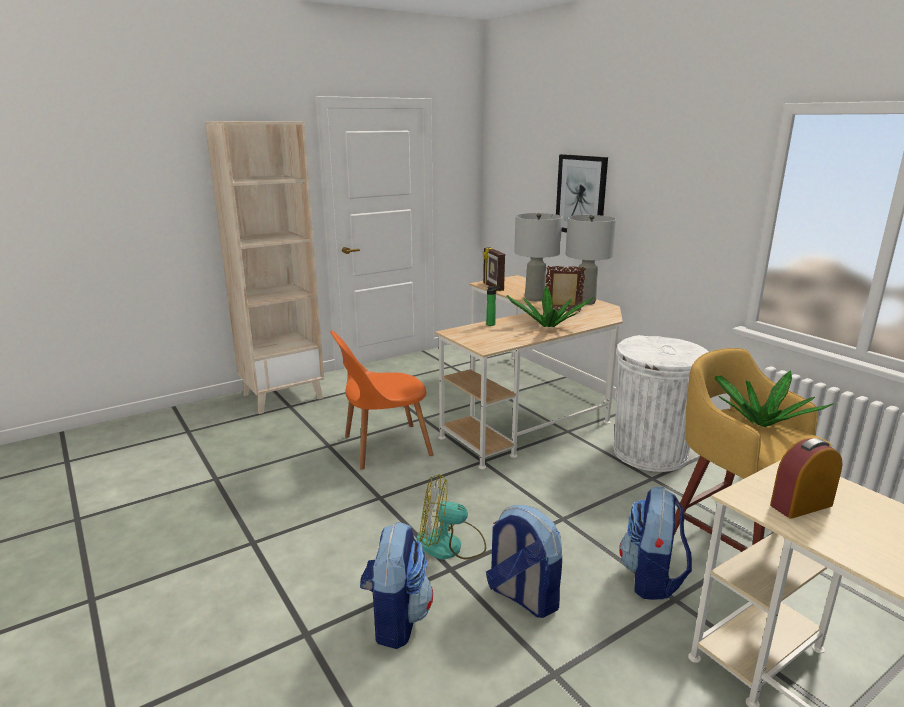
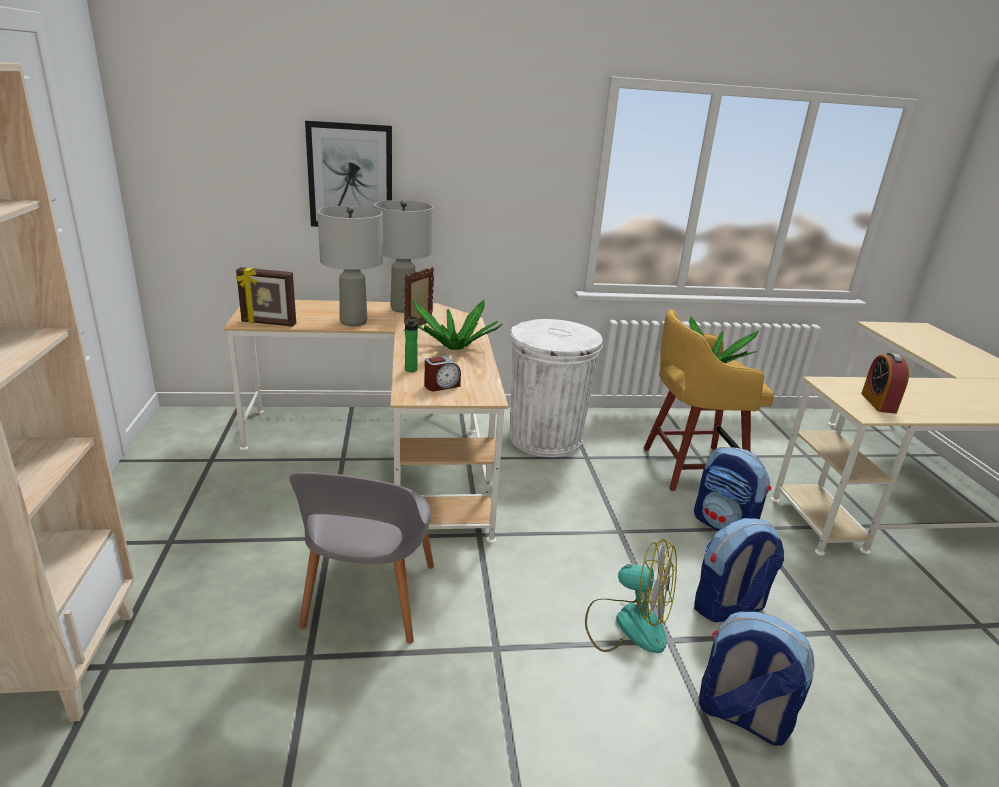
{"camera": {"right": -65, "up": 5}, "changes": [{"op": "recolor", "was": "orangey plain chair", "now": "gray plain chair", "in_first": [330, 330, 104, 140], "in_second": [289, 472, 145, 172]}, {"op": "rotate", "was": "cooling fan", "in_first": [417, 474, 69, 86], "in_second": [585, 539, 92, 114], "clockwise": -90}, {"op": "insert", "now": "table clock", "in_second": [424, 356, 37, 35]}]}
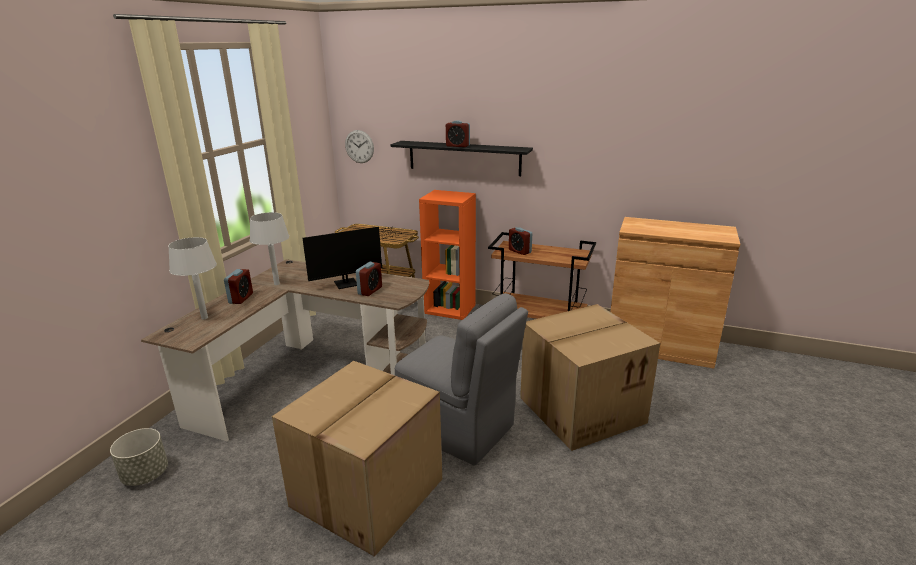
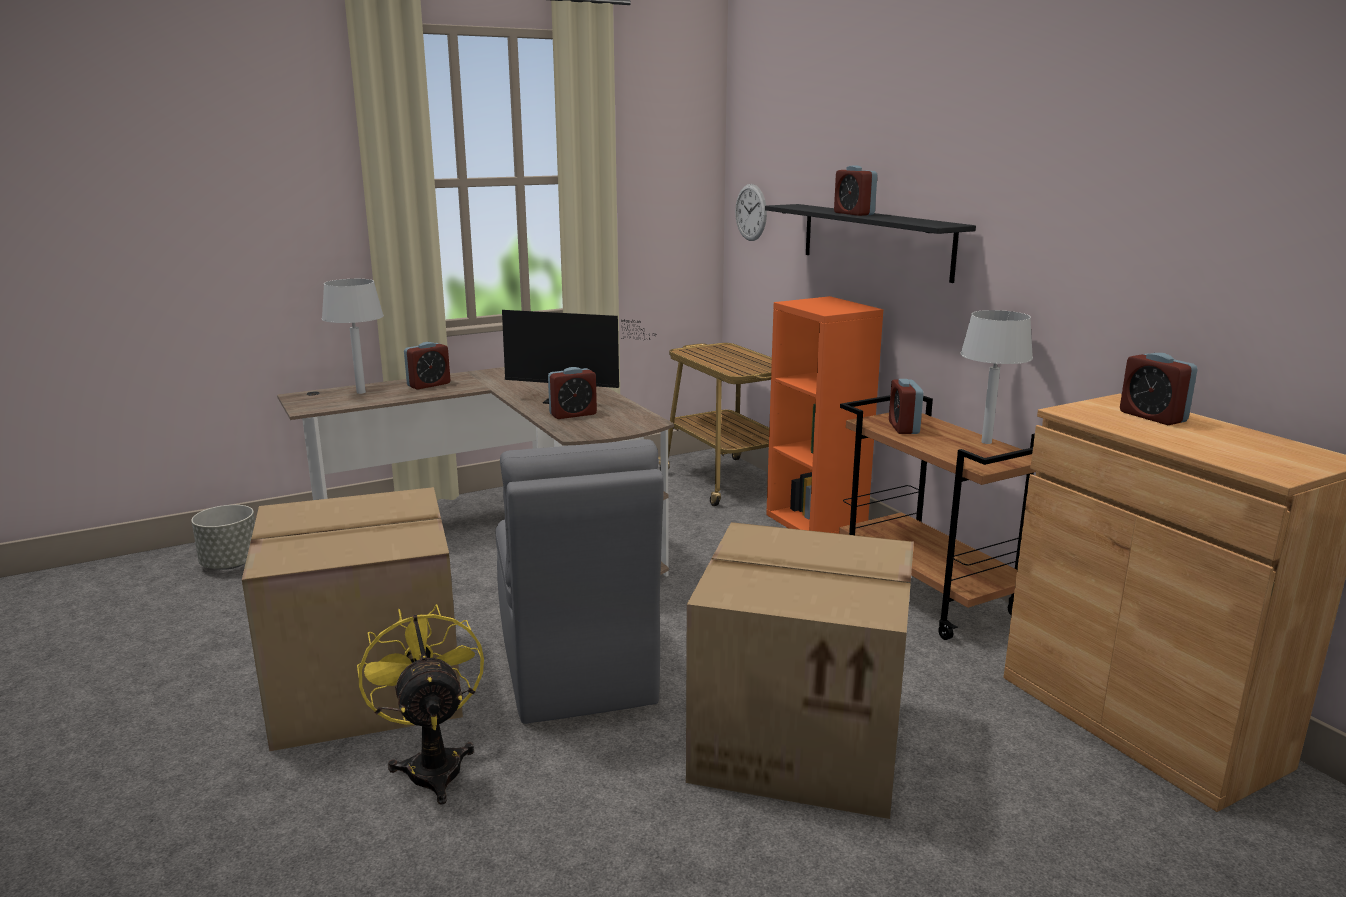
{"camera": {"right": 40, "up": -5}, "changes": [{"op": "move", "was": "gray lamp for a table", "in_first": [250, 212, 39, 73], "in_second": [960, 310, 73, 134]}, {"op": "insert", "now": "table clock", "in_second": [1120, 353, 78, 72]}, {"op": "insert", "now": "yellow cooling fan", "in_second": [357, 604, 127, 201]}]}
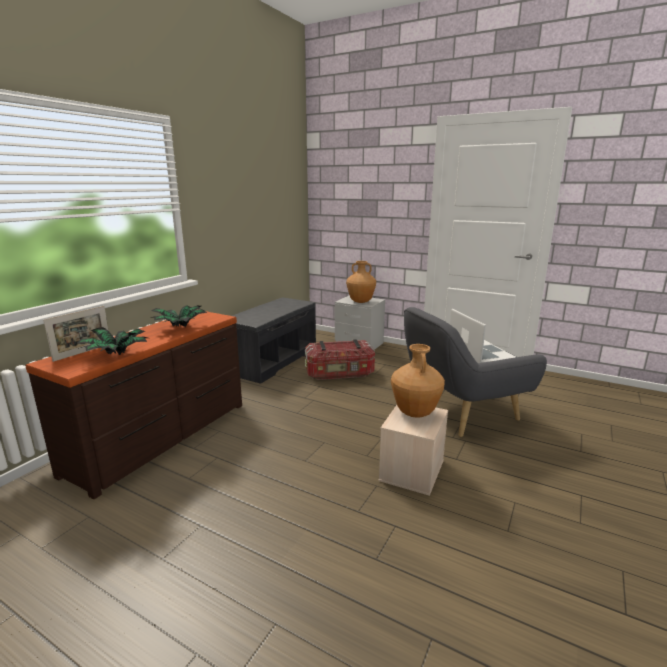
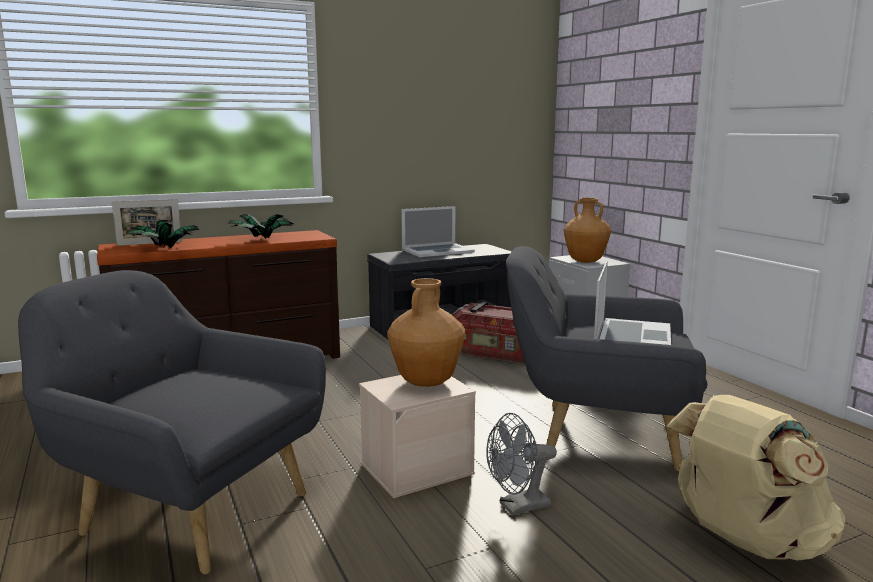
{"camera": {"right": 35, "up": -5}, "changes": [{"op": "insert", "now": "laptop", "in_second": [401, 206, 74, 51]}, {"op": "insert", "now": "gray lounge chair", "in_second": [18, 270, 308, 304]}, {"op": "insert", "now": "beige-coloured rucksack", "in_second": [666, 395, 179, 166]}, {"op": "insert", "now": "gray cooling fan", "in_second": [486, 413, 71, 103]}]}
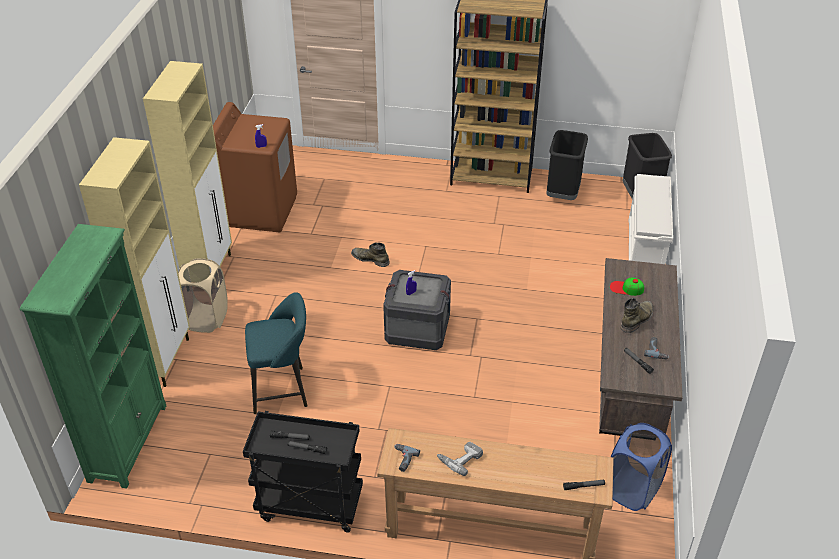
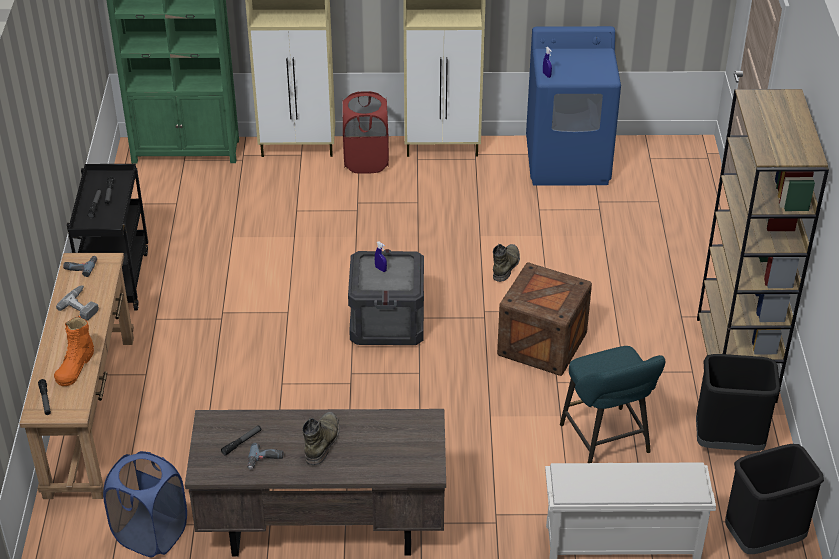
{"camera": {"right": 80, "up": 0}, "changes": [{"op": "recolor", "was": "brown laundry appliance", "now": "blue-coloured laundry appliance", "in_first": [213, 102, 84, 130], "in_second": [526, 26, 95, 160]}, {"op": "recolor", "was": "beige-coloured washing basket", "now": "red washing basket", "in_first": [178, 258, 50, 75], "in_second": [342, 91, 47, 83]}, {"op": "delete", "was": "cap", "in_first": [610, 277, 34, 19]}, {"op": "move", "was": "turquoise-coloured sitting stool", "in_first": [245, 292, 62, 122], "in_second": [560, 346, 105, 117]}, {"op": "rotate", "was": "green tall boot", "in_first": [621, 298, 33, 35], "in_second": [302, 412, 38, 53], "clockwise": -105}, {"op": "insert", "now": "shipping crate", "in_second": [497, 263, 95, 113]}, {"op": "insert", "now": "orangey tall boot", "in_second": [54, 316, 40, 70]}]}
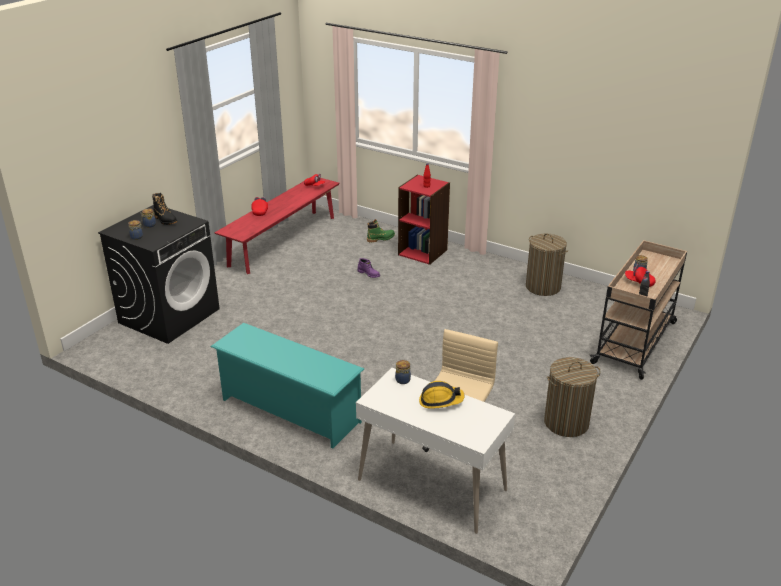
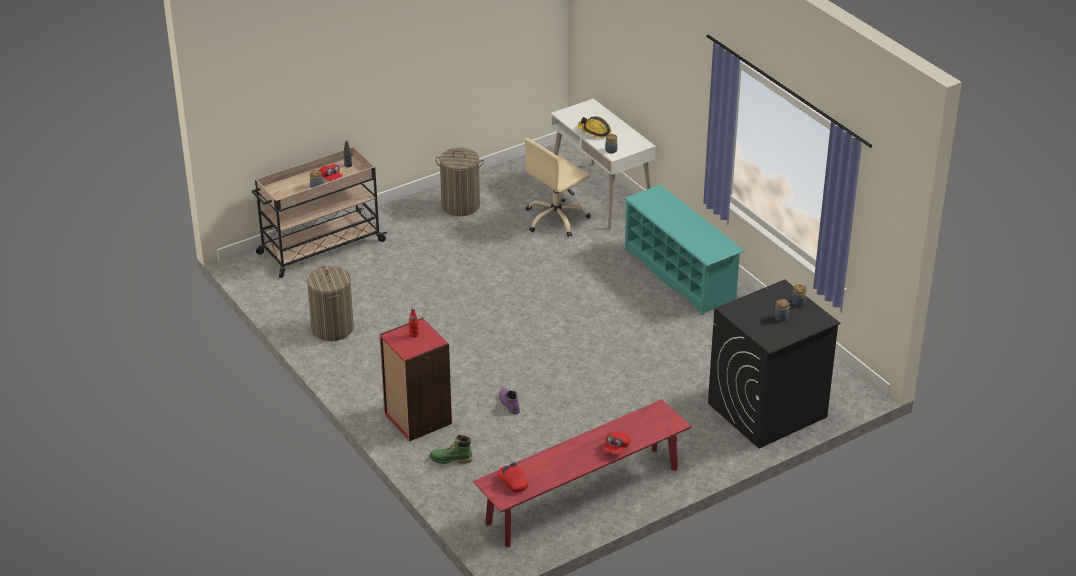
{"camera": {"right": -155, "up": 5}, "changes": [{"op": "delete", "was": "black-coloured tall boot", "in_first": [152, 193, 25, 32]}]}
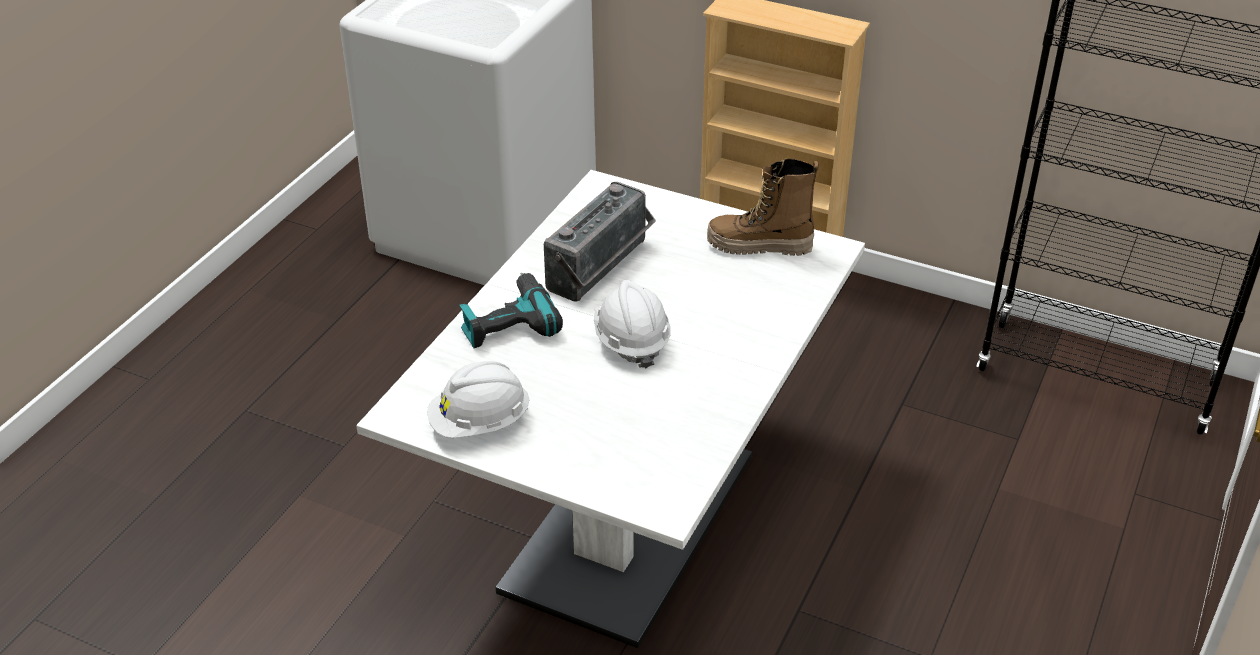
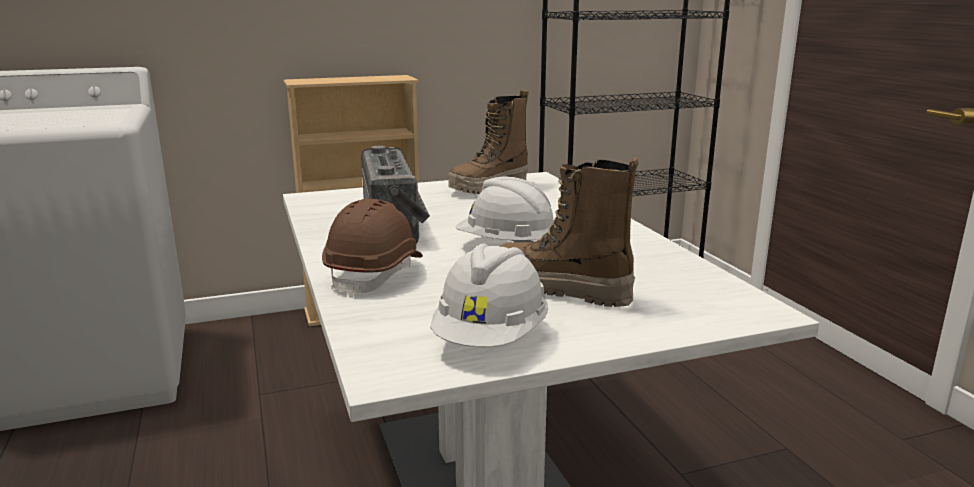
{"camera": {"right": -45, "up": -20}, "changes": [{"op": "replace", "was": "power drill", "now": "brown safety helmet", "in_first": [459, 273, 104, 75], "in_second": [322, 199, 101, 99]}, {"op": "insert", "now": "tall boot", "in_second": [500, 158, 139, 149]}]}
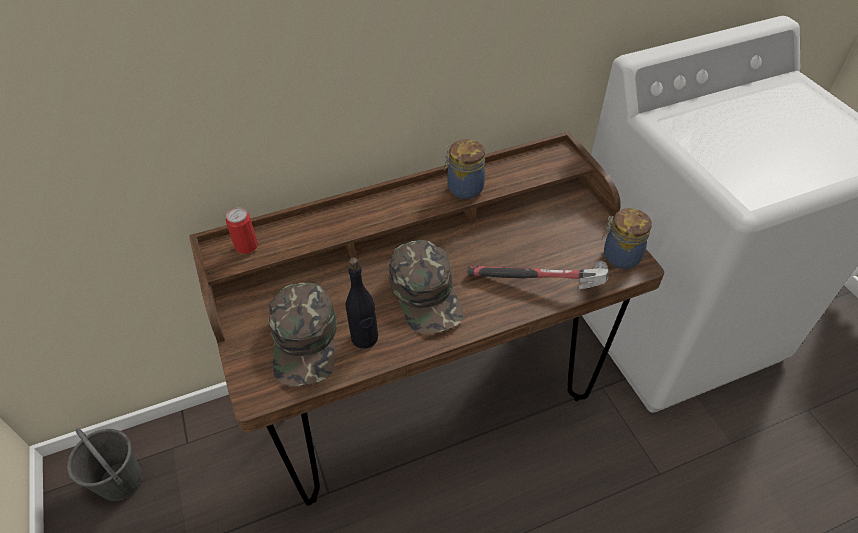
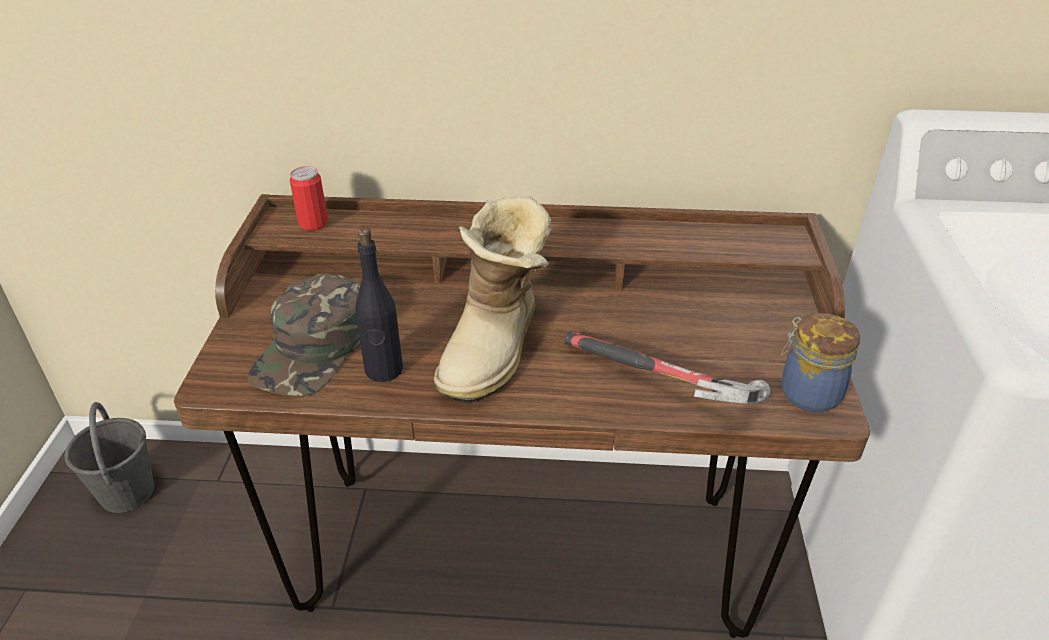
{"camera": {"right": 25, "up": -10}, "changes": [{"op": "delete", "was": "storage jar", "in_first": [444, 139, 41, 60]}, {"op": "replace", "was": "green cap", "now": "tall boot", "in_first": [389, 240, 75, 95], "in_second": [434, 197, 118, 207]}]}
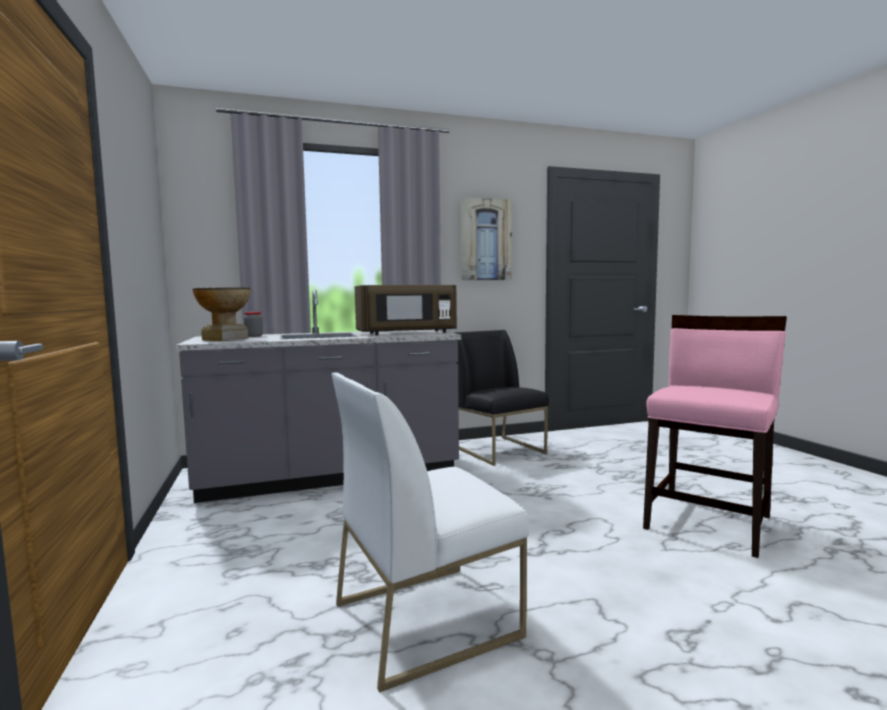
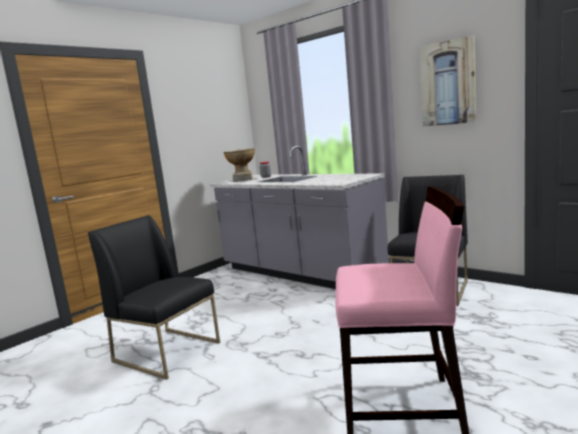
{"camera": {"right": 60, "up": 5}, "changes": [{"op": "delete", "was": "brown microwave oven", "in_first": [355, 285, 102, 50]}, {"op": "recolor", "was": "white plain chair", "now": "black-coloured plain chair", "in_first": [331, 372, 198, 320], "in_second": [88, 215, 132, 165]}]}
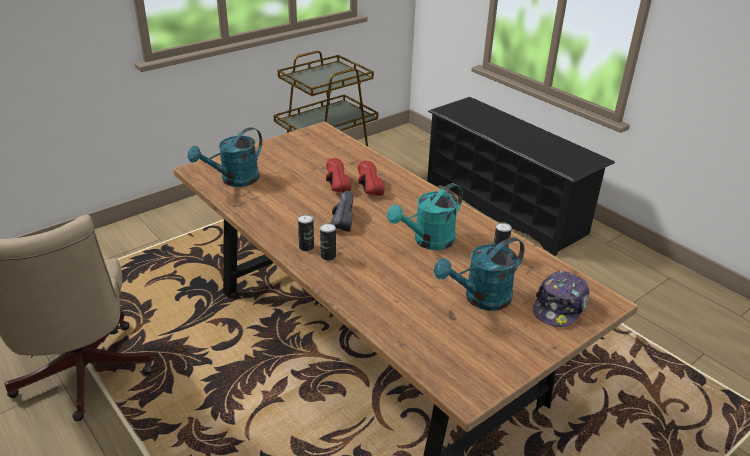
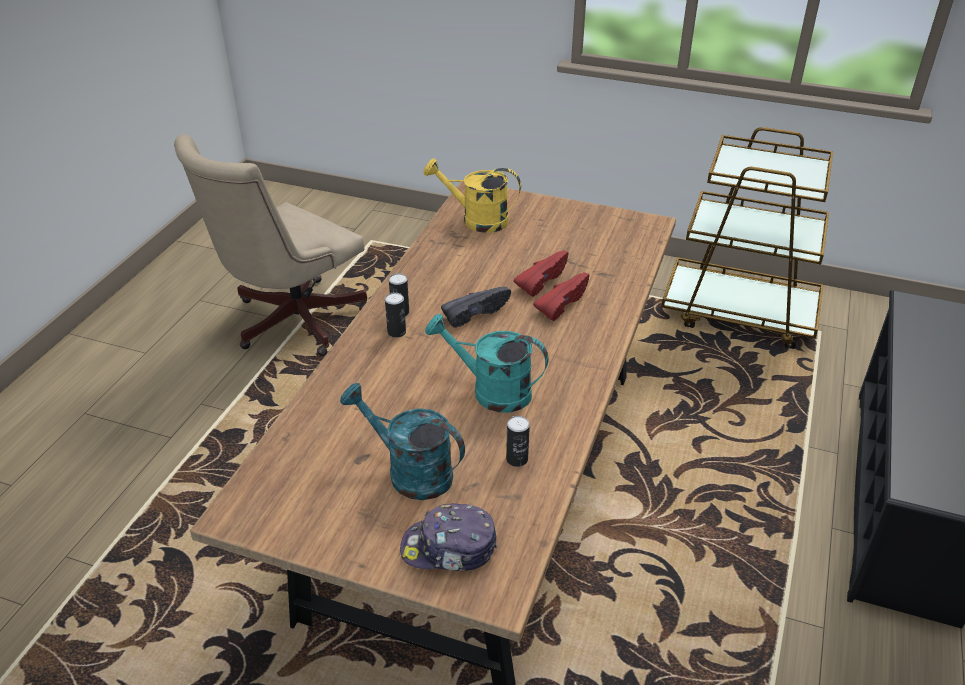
{"camera": {"right": 60, "up": 5}, "changes": [{"op": "recolor", "was": "turquoise-coloured watering can", "now": "yellow watering can", "in_first": [188, 127, 74, 60], "in_second": [423, 158, 98, 75]}]}
